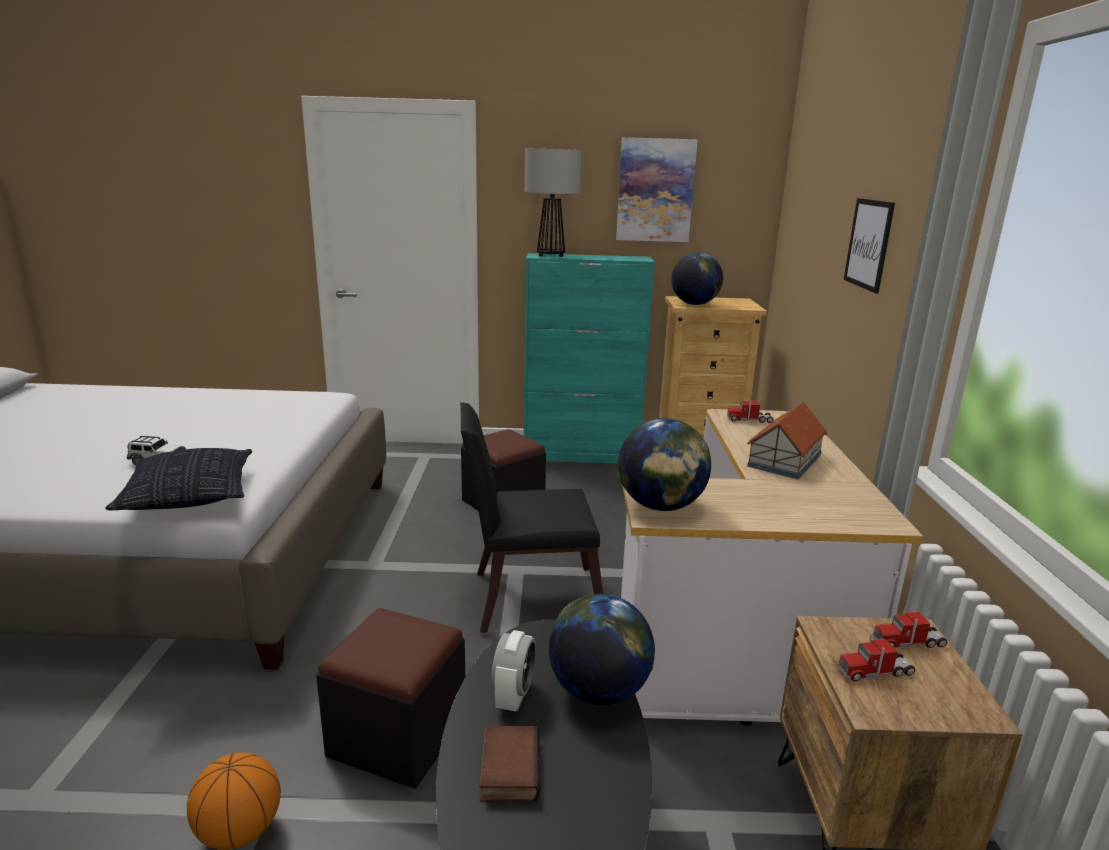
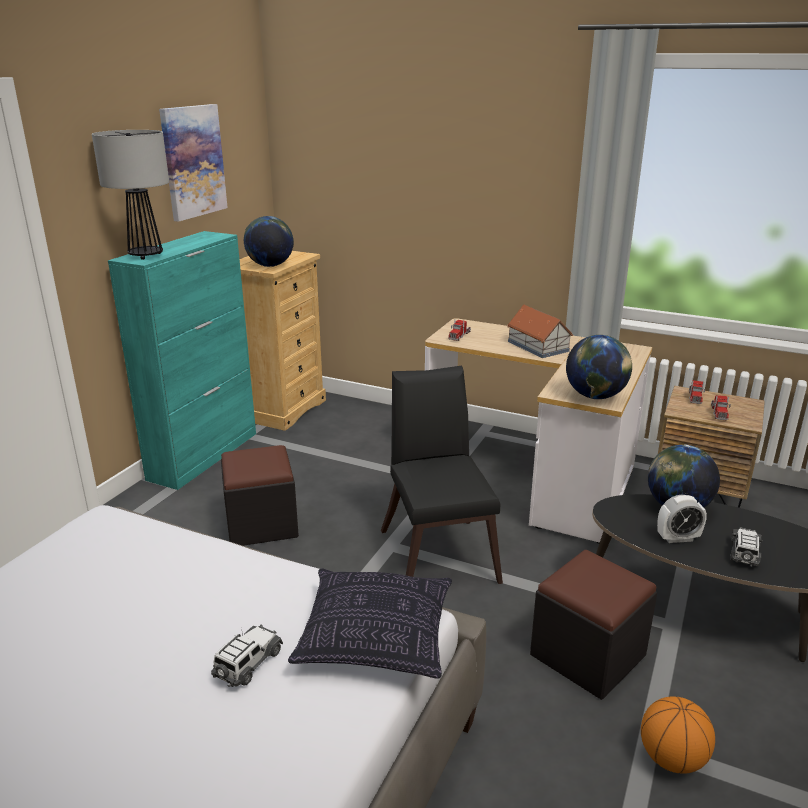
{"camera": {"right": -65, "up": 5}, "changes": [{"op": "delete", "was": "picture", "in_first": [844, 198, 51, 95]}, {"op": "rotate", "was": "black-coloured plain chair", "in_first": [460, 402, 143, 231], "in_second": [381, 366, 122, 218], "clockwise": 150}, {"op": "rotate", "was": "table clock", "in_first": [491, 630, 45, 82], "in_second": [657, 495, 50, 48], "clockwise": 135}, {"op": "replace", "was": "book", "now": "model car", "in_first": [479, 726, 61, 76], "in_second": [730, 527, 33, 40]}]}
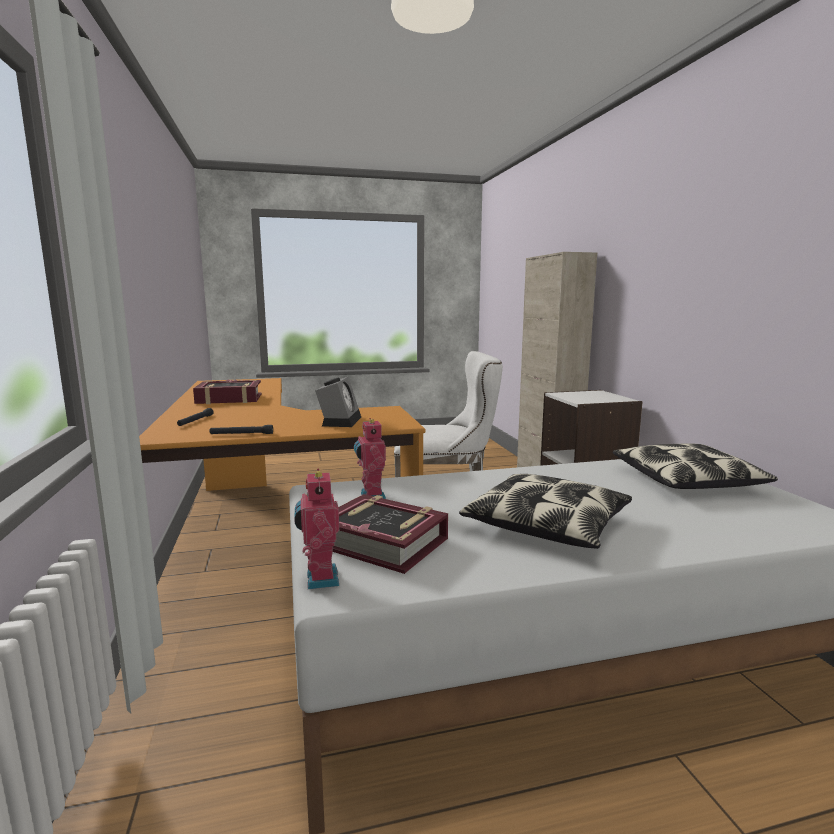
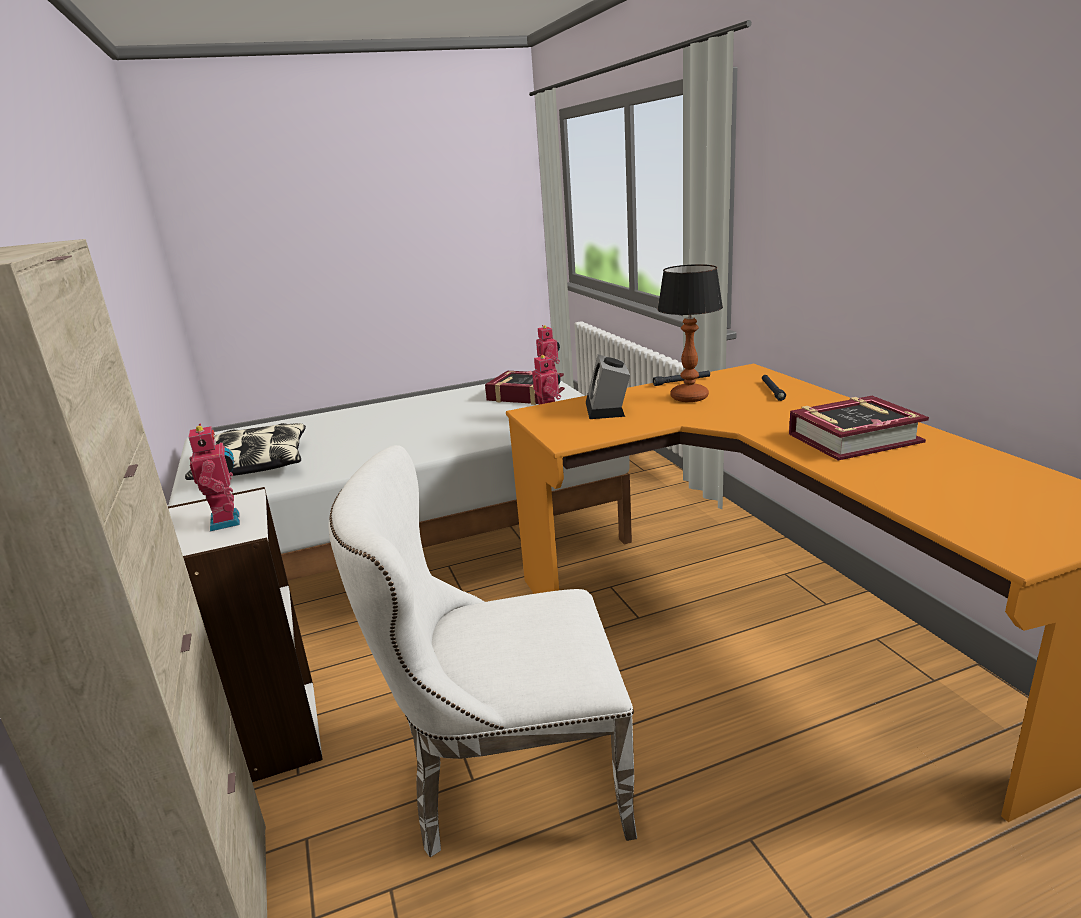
{"camera": {"right": 175, "up": 10}, "changes": [{"op": "delete", "was": "pillow", "in_first": [459, 474, 173, 75]}, {"op": "insert", "now": "lamp for a table", "in_second": [657, 264, 66, 138]}, {"op": "insert", "now": "robot figure", "in_second": [188, 424, 52, 108]}]}
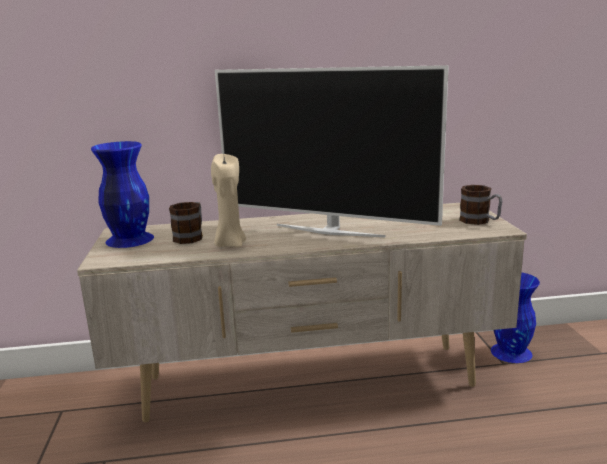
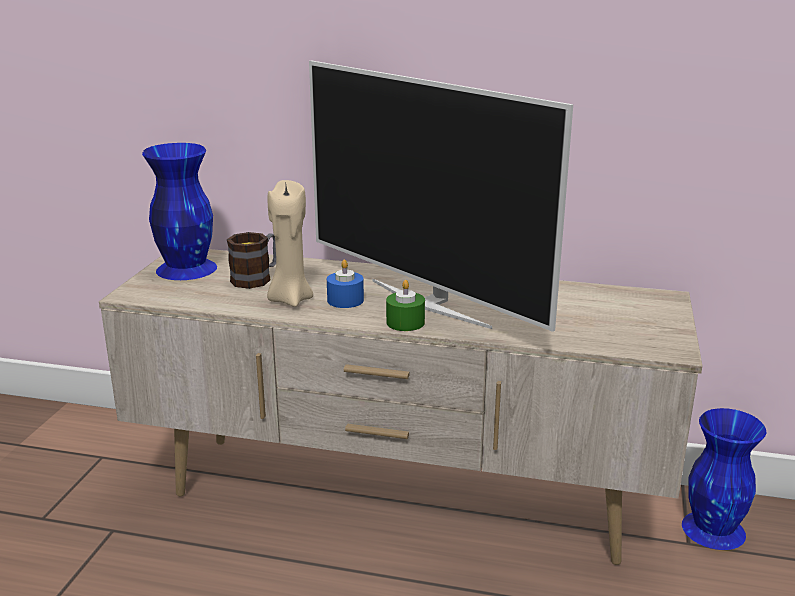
{"camera": {"right": 20, "up": 5}, "changes": [{"op": "delete", "was": "tea mug", "in_first": [459, 185, 44, 40]}, {"op": "insert", "now": "blue-coloured wax light", "in_second": [327, 259, 37, 49]}, {"op": "insert", "now": "green wax light", "in_second": [386, 280, 39, 51]}]}
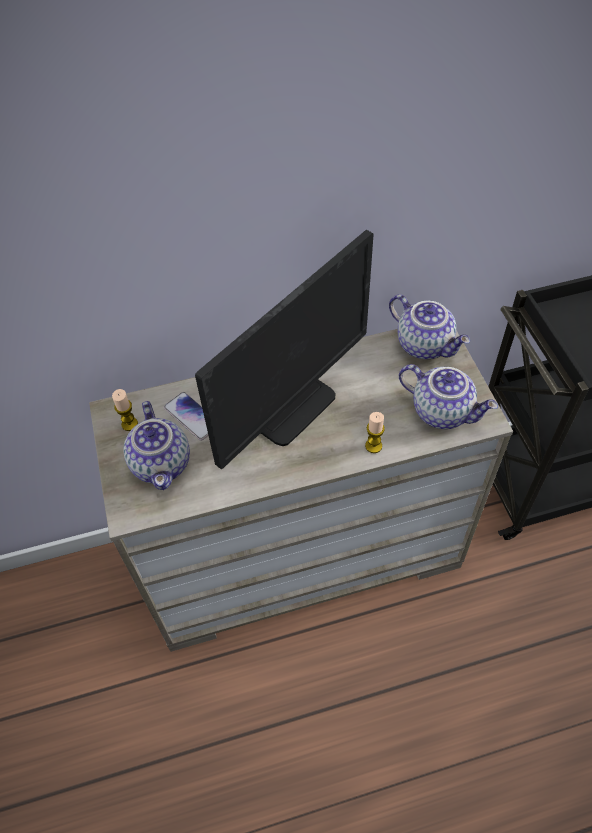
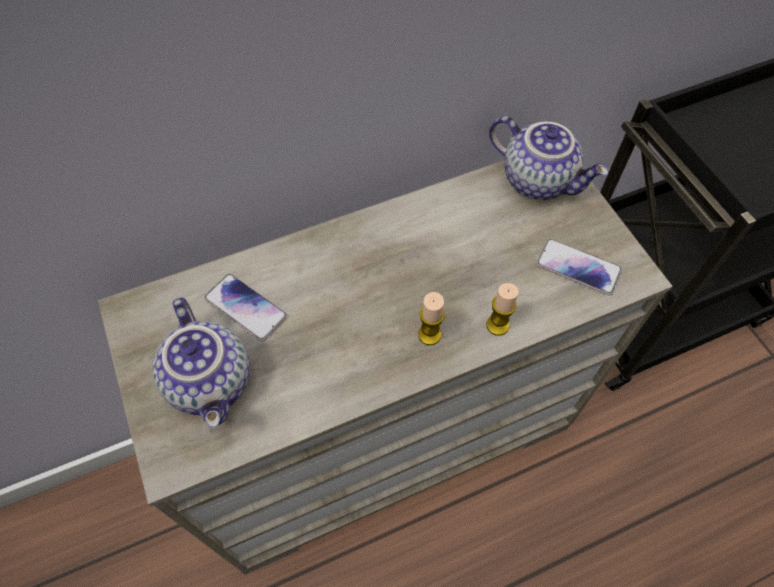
{"camera": {"right": -10, "up": 5}, "changes": [{"op": "delete", "was": "computer screen", "in_first": [195, 230, 179, 239]}, {"op": "replace", "was": "tea pot", "now": "phone", "in_first": [399, 364, 99, 65], "in_second": [536, 239, 86, 56]}, {"op": "move", "was": "wax light", "in_first": [112, 389, 26, 42], "in_second": [418, 292, 26, 53]}]}
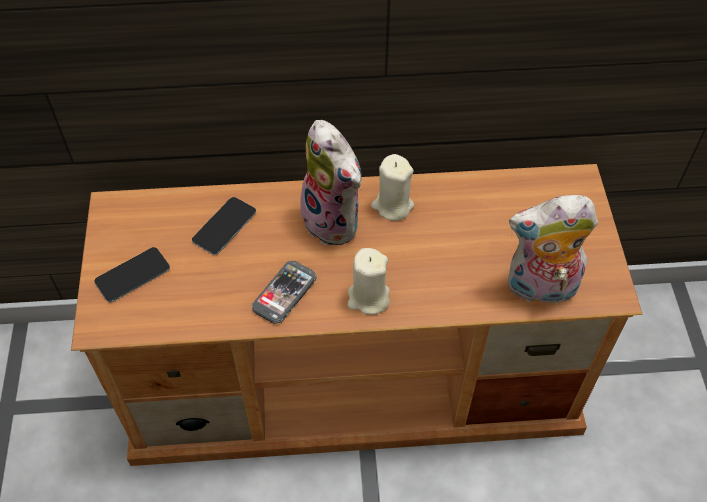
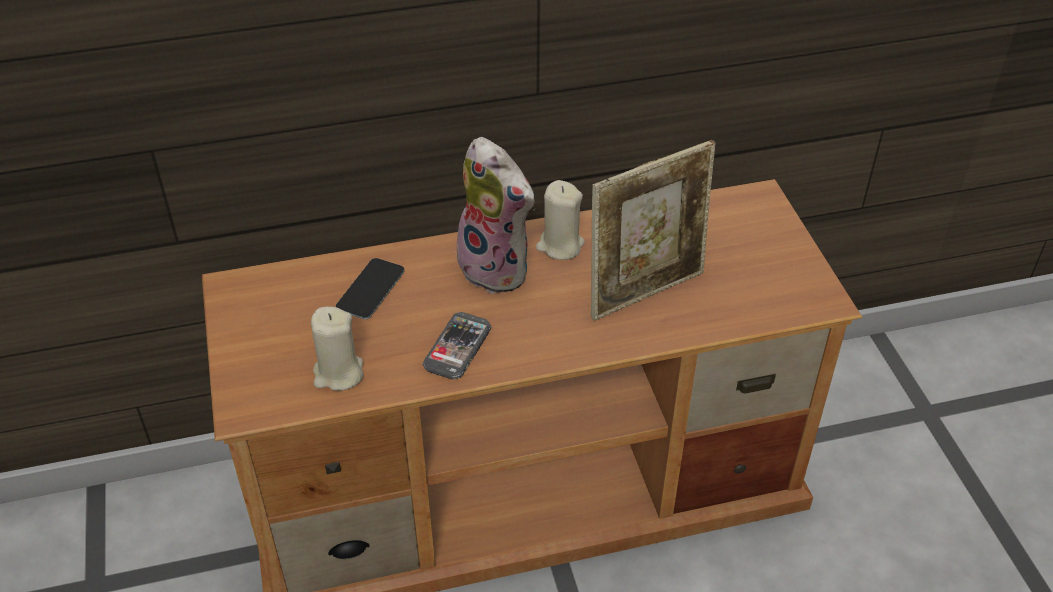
{"camera": {"right": -10, "up": -10}, "changes": [{"op": "delete", "was": "cuddly toy", "in_first": [508, 195, 90, 114]}, {"op": "delete", "was": "phone", "in_first": [94, 247, 76, 55]}, {"op": "move", "was": "beige-coloured wax light", "in_first": [348, 248, 42, 67], "in_second": [311, 306, 53, 85]}, {"op": "insert", "now": "standing frame", "in_second": [591, 140, 125, 181]}]}
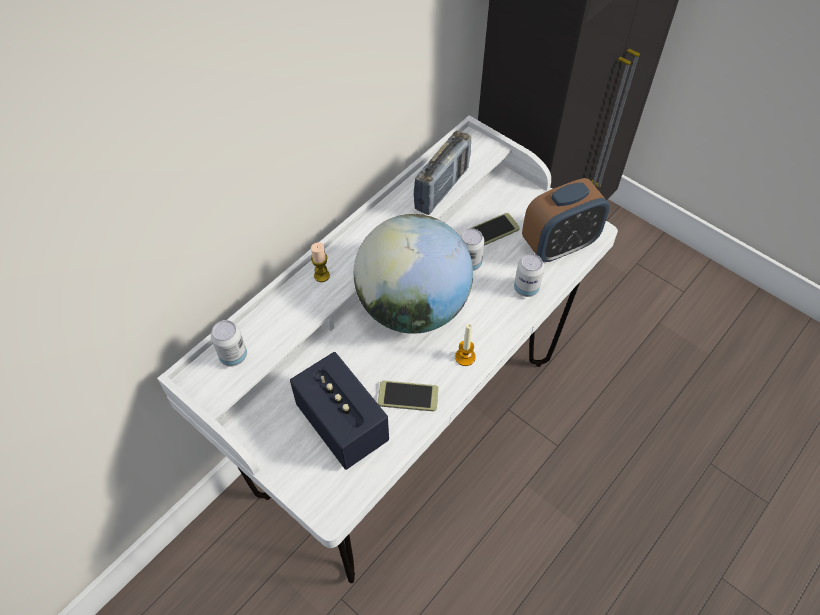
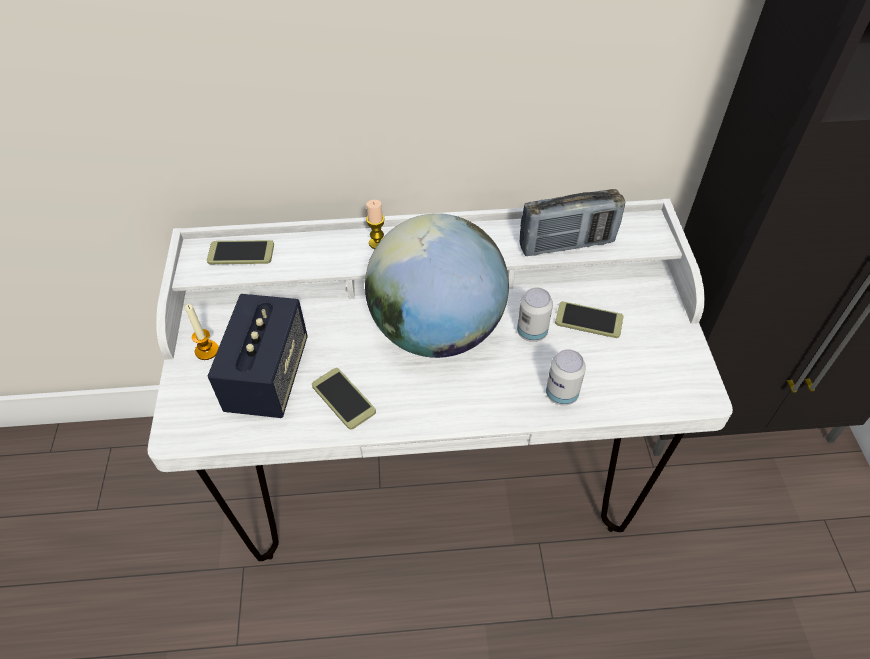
{"camera": {"right": 45, "up": -5}, "changes": [{"op": "delete", "was": "table clock", "in_first": [522, 178, 88, 84]}, {"op": "replace", "was": "sealed can", "now": "phone", "in_first": [211, 320, 36, 46], "in_second": [207, 240, 67, 24]}, {"op": "move", "was": "wax light", "in_first": [455, 324, 21, 42], "in_second": [185, 304, 34, 56]}]}
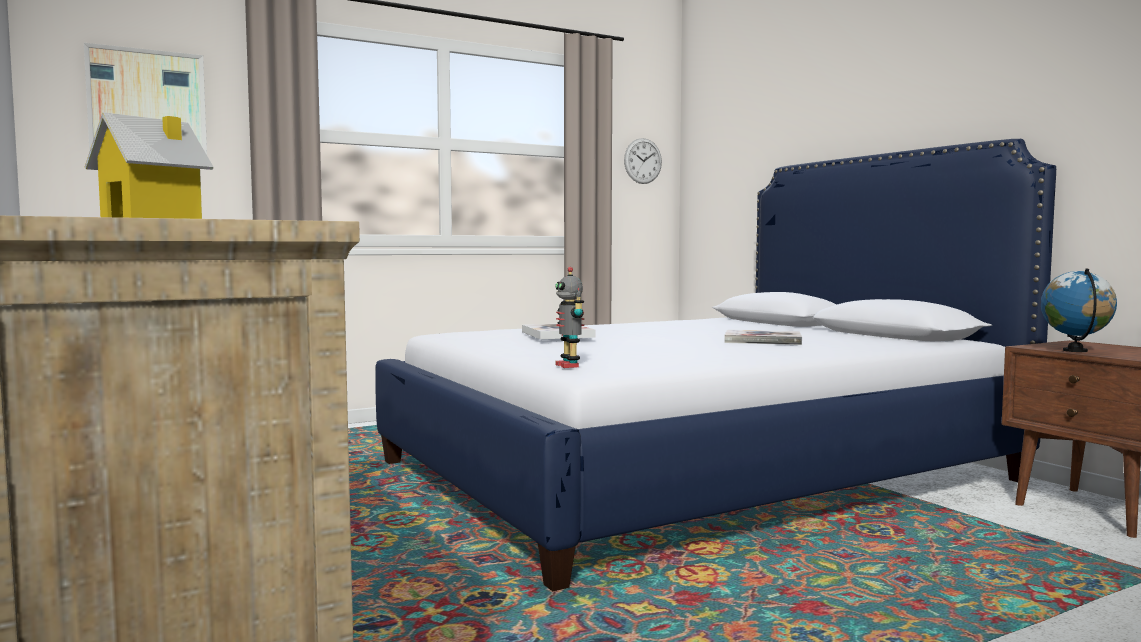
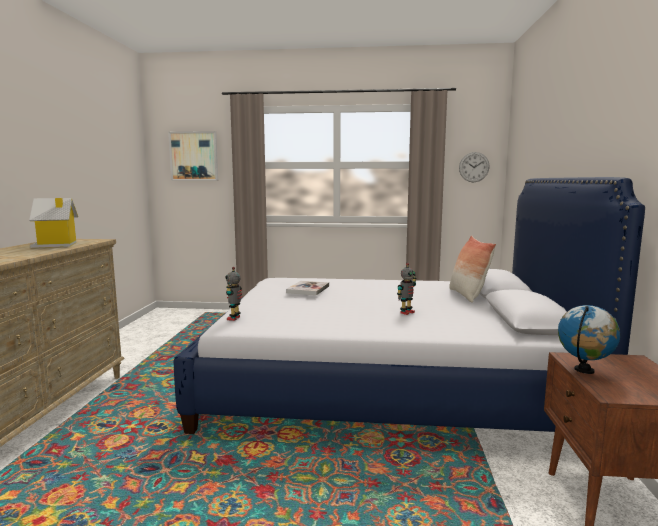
{"camera": {"right": 35, "up": 5}, "changes": [{"op": "replace", "was": "book", "now": "robot figure", "in_first": [724, 329, 78, 16], "in_second": [397, 263, 19, 52]}, {"op": "insert", "now": "pillow", "in_second": [449, 235, 47, 68]}]}
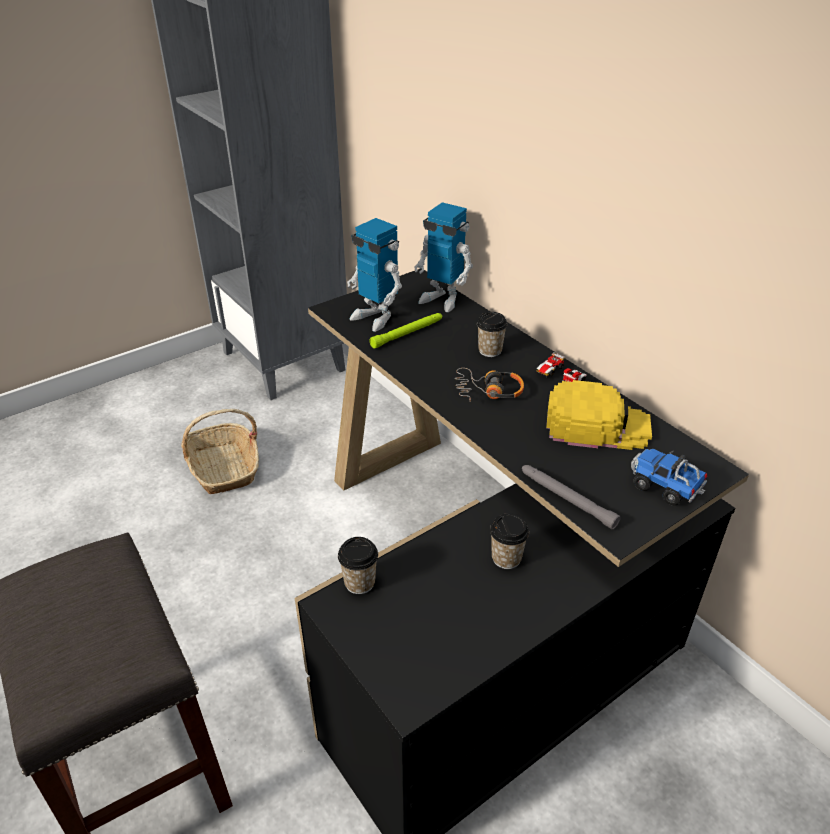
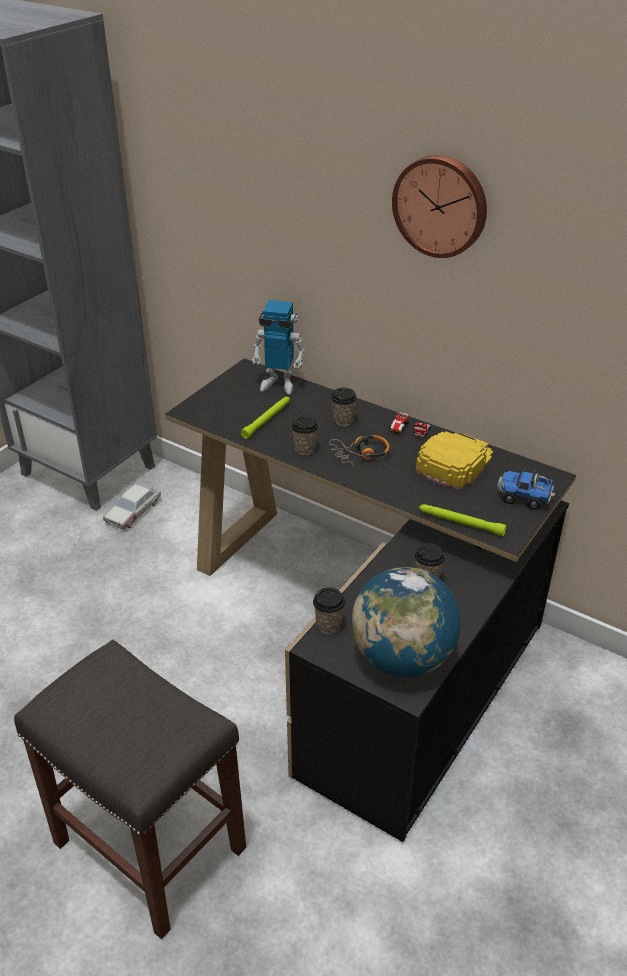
{"camera": {"right": -20, "up": 0}, "changes": [{"op": "delete", "was": "robot figure", "in_first": [347, 218, 55, 114]}, {"op": "rotate", "was": "yellow cap", "in_first": [546, 380, 106, 70], "in_second": [416, 431, 77, 59], "clockwise": -45}, {"op": "delete", "was": "household basket", "in_first": [181, 409, 78, 85]}, {"op": "recolor", "was": "gray torch", "now": "green torch", "in_first": [522, 465, 99, 64], "in_second": [419, 504, 87, 32]}, {"op": "insert", "now": "hanging clock", "in_second": [392, 155, 95, 103]}, {"op": "insert", "now": "small cup", "in_second": [291, 415, 27, 41]}, {"op": "insert", "now": "model car", "in_second": [103, 481, 58, 50]}, {"op": "insert", "now": "desk globe", "in_second": [352, 567, 109, 110]}]}
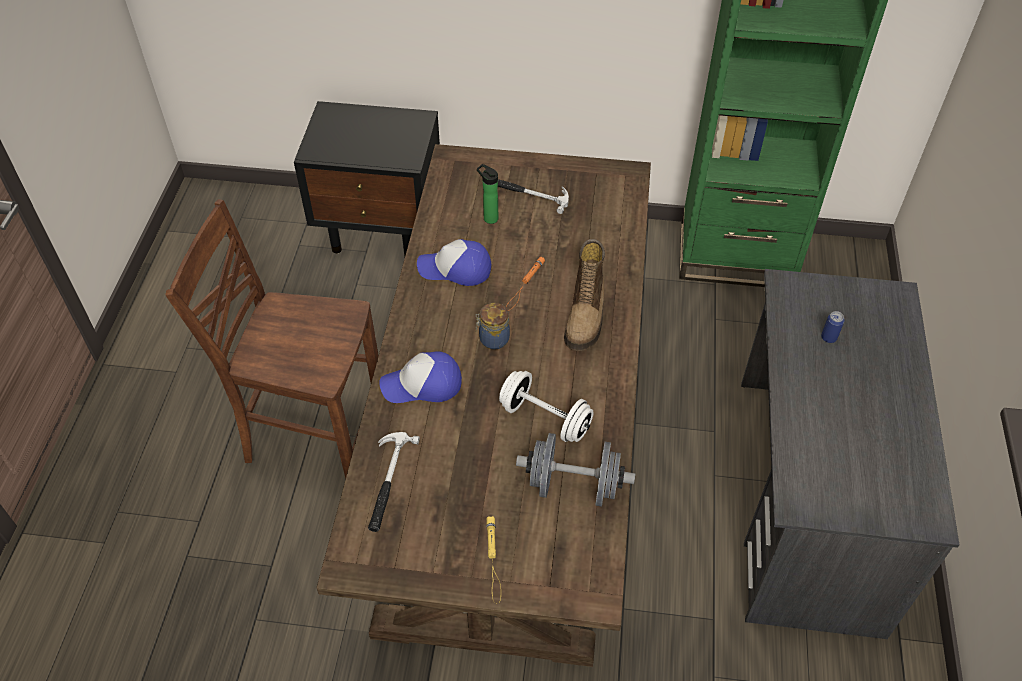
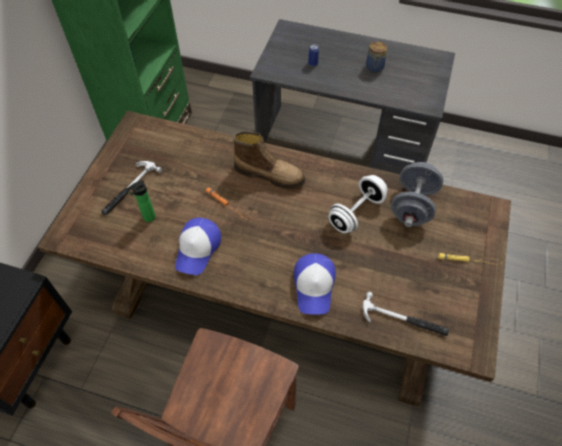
{"camera": {"right": -80, "up": 5}, "changes": [{"op": "move", "was": "storage jar", "in_first": [476, 303, 34, 46], "in_second": [366, 41, 21, 31]}]}
